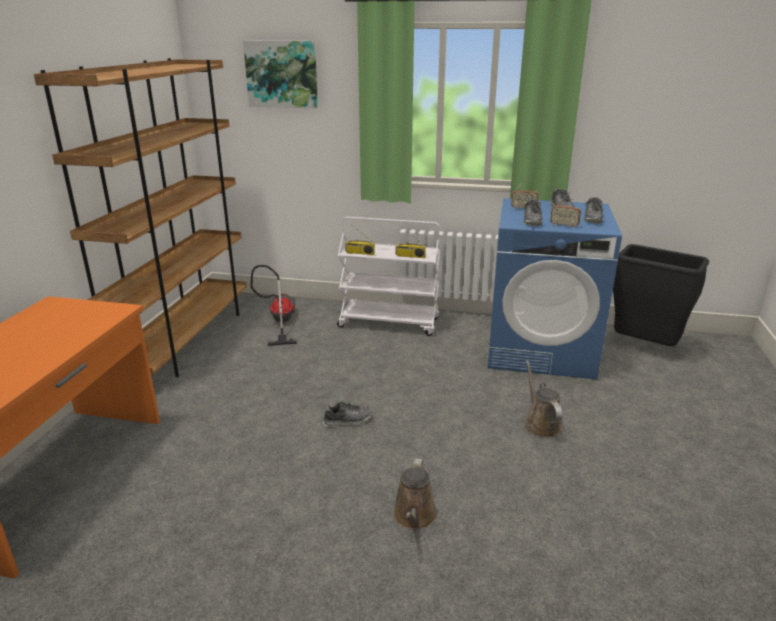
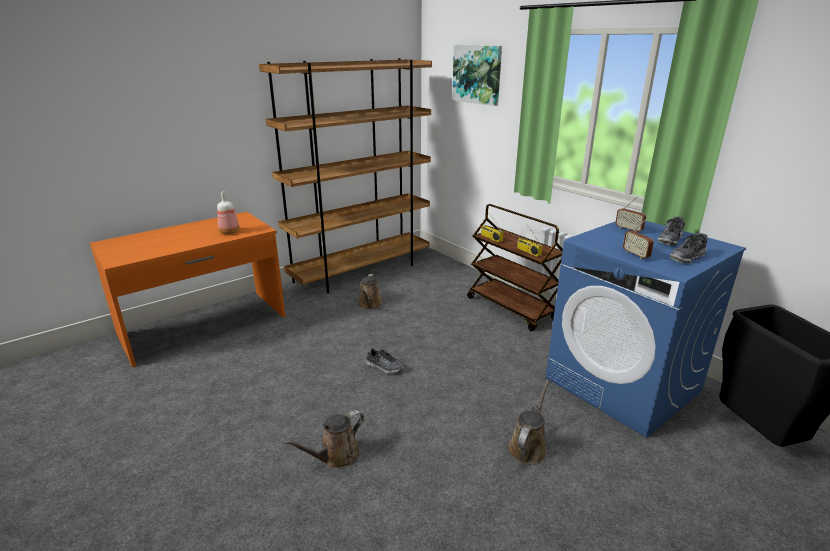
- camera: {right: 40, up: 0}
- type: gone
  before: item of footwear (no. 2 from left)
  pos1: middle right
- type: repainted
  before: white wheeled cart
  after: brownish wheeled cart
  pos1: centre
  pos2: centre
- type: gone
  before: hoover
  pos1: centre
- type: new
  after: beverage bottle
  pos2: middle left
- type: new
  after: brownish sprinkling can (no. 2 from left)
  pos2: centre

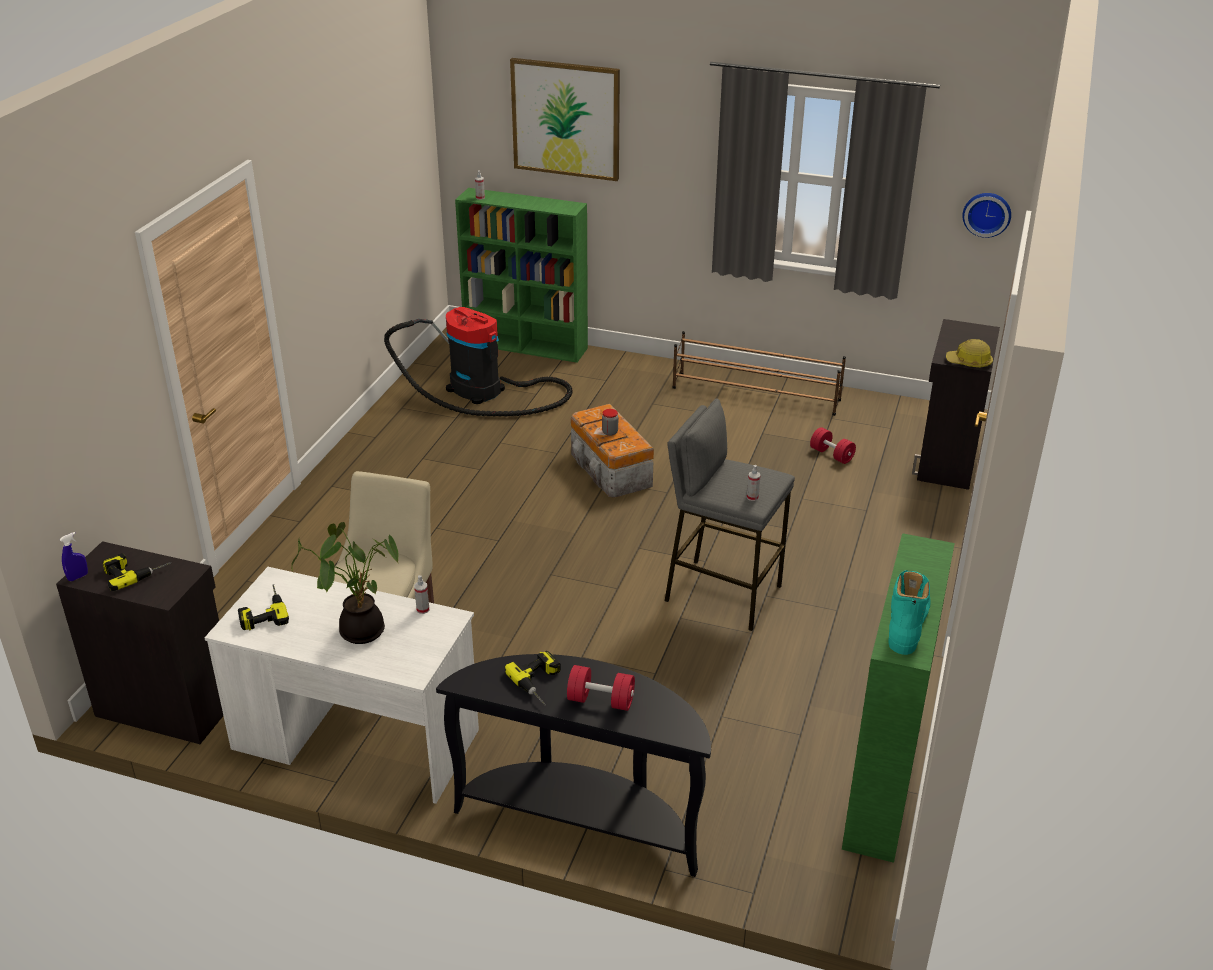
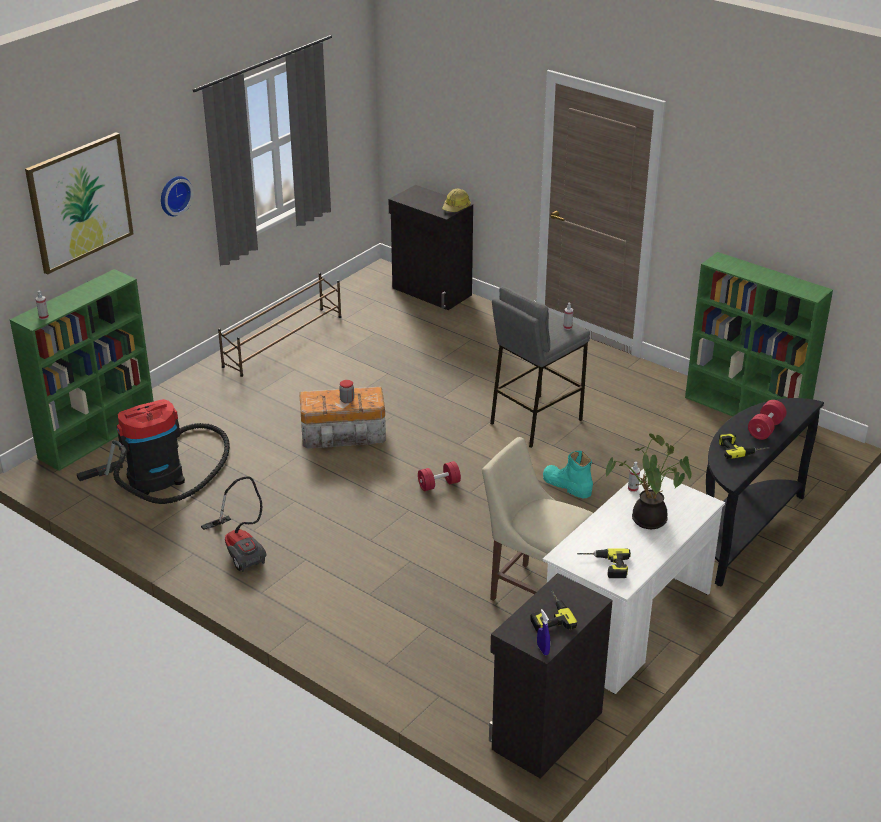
- camera: {right: -70, up: 0}
- type: shifted
  before: hanging clock
  pos1: top right
  pos2: top left
- type: shifted
  before: reddish dumbbell (no. 2 from left in the first image)
  after: reddish dumbbell (no. 1 from left)
  pos1: middle right
  pos2: centre
- type: shifted
  before: turquoise-coloured tall boot
  pos1: middle right
  pos2: centre
- type: new
  after: hoover (no. 2 from left)
  pos2: middle left

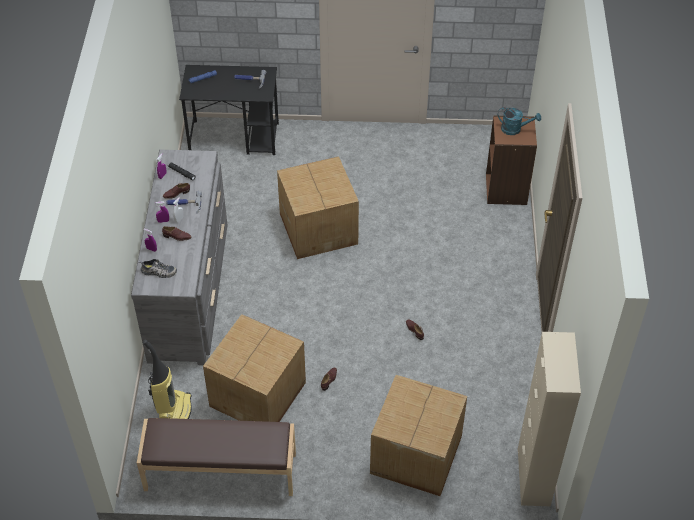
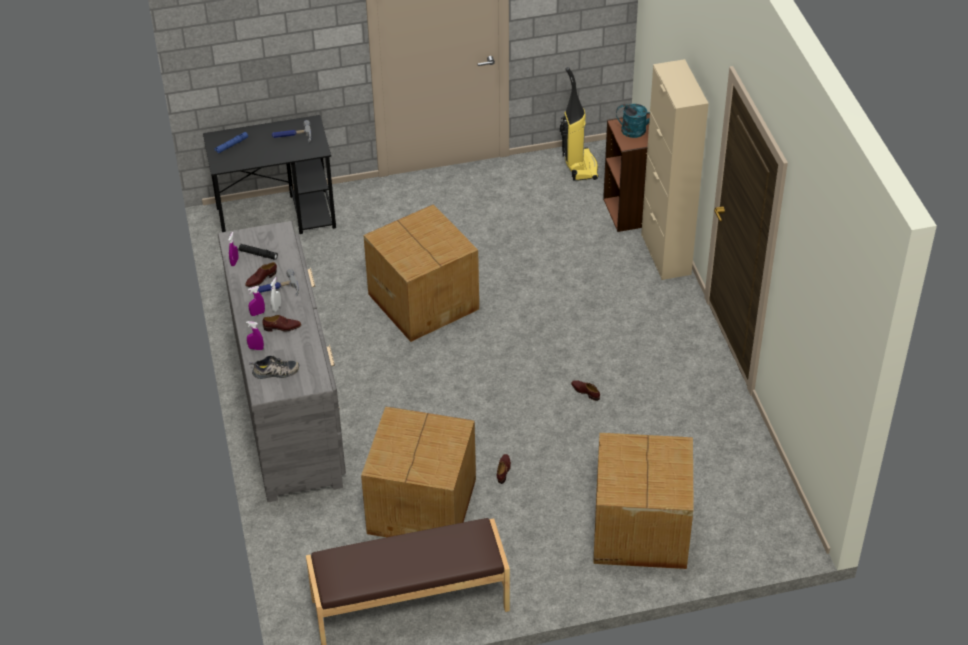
- camera: {right: -15, up: -5}
- type: shifted
  before: beige-coloured storage cabinet
  pos1: bottom right
  pos2: top right
- type: shifted
  before: hoover
  pos1: bottom left
  pos2: top centre

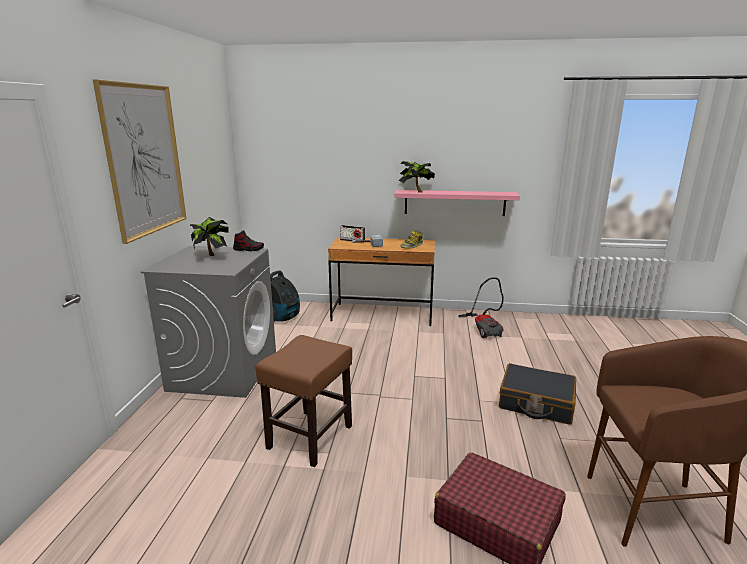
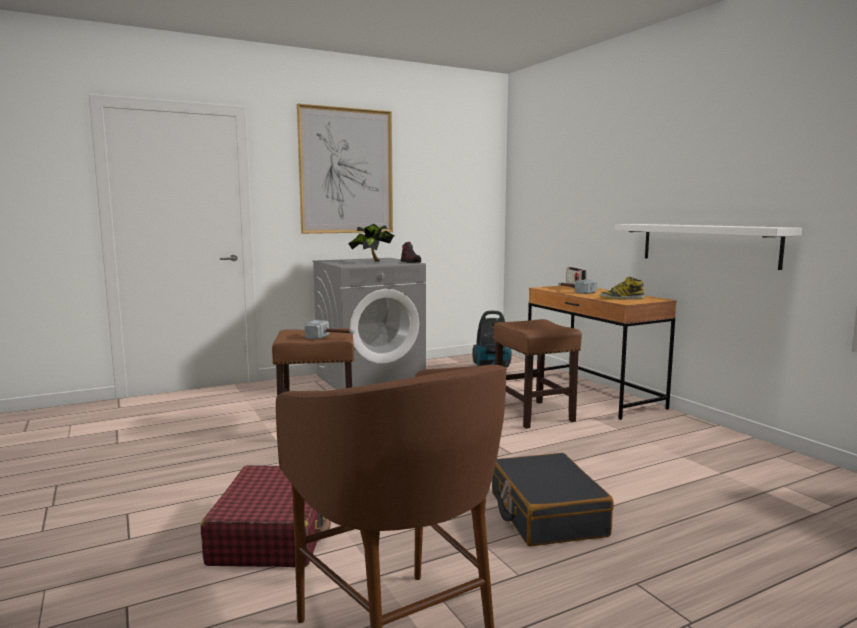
- camera: {right: 55, up: -10}
- type: gone
  before: potted plant (no. 2 from left)
  pos1: top centre
- type: repainted
  before: pink-coloured wall shelf
  after: white wall shelf
  pos1: centre
  pos2: middle right
- type: gone
  before: hoover (no. 2 from left)
  pos1: centre
- type: new
  after: brownish stool (no. 3 from left)
  pos2: centre
- type: new
  after: hammer (no. 1 from left)
  pos2: centre

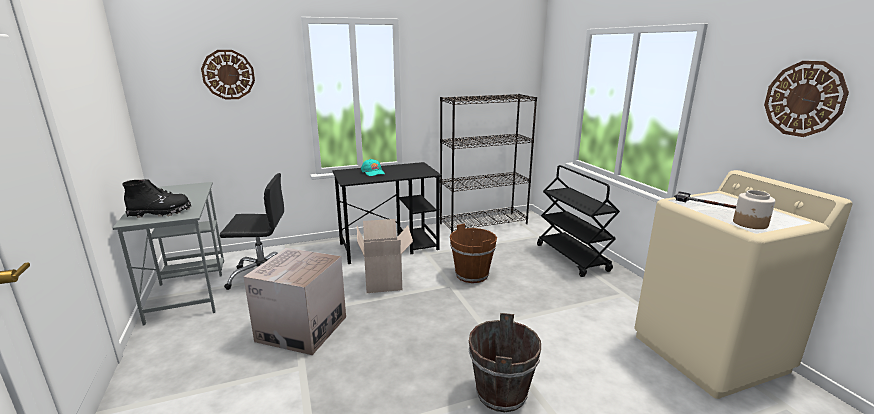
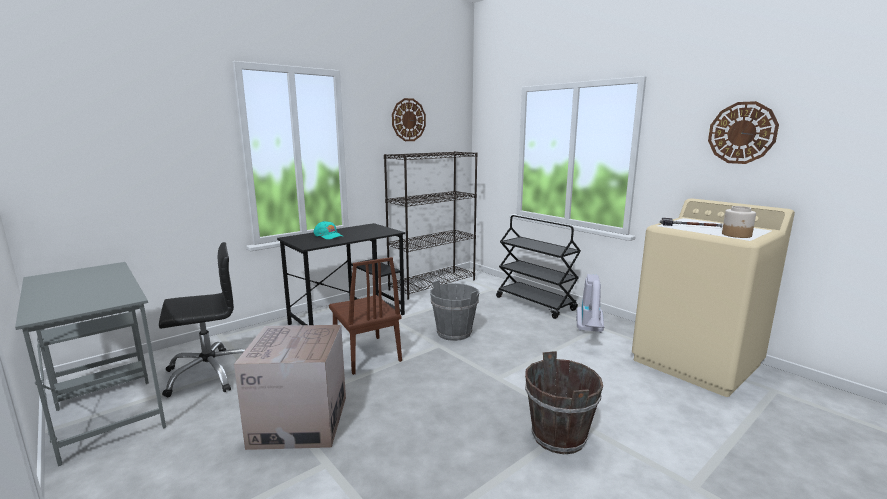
- camera: {right: -20, up: -5}
- type: shifted
  before: hanging clock (no. 1 from left)
  pos1: top left
  pos2: top centre
- type: gone
  before: blackish tall boot
  pos1: middle left
- type: swapped
  before: cardboard box (no. 2 from left)
  after: brownish upright chair
  pos1: centre
  pos2: centre
- type: repainted
  before: brownish water bucket (no. 1 from left)
  after: grey water bucket
  pos1: centre
  pos2: centre
- type: new
  after: hoover
  pos2: centre

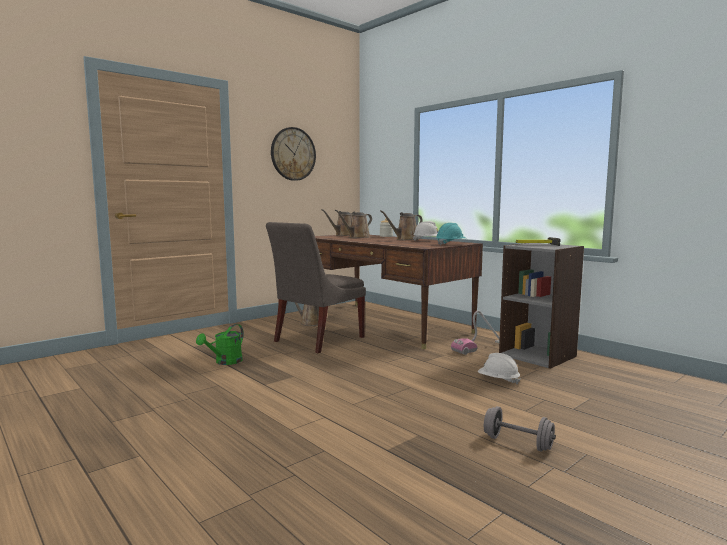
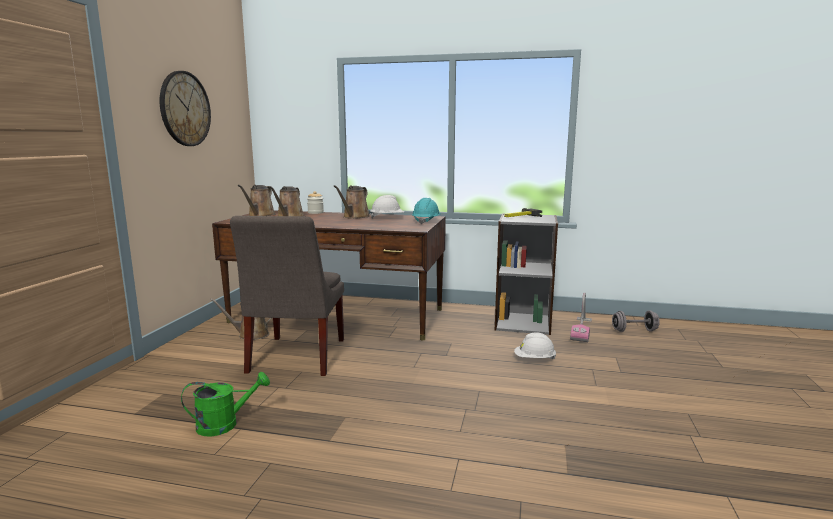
- camera: {right: -35, up: 5}
- type: shifted
  before: hoover
  pos1: centre
  pos2: middle right
- type: rotated
  before: green sprinkling can
  pos1: middle left
  pos2: bottom left
  turn: -105
- type: shifted
  before: grey dumbbell
  pos1: bottom right
  pos2: middle right

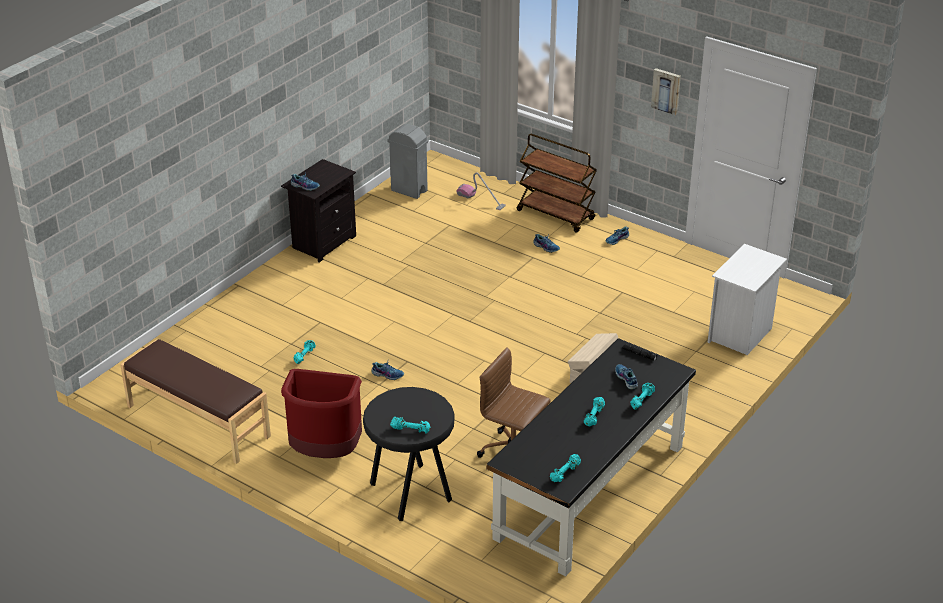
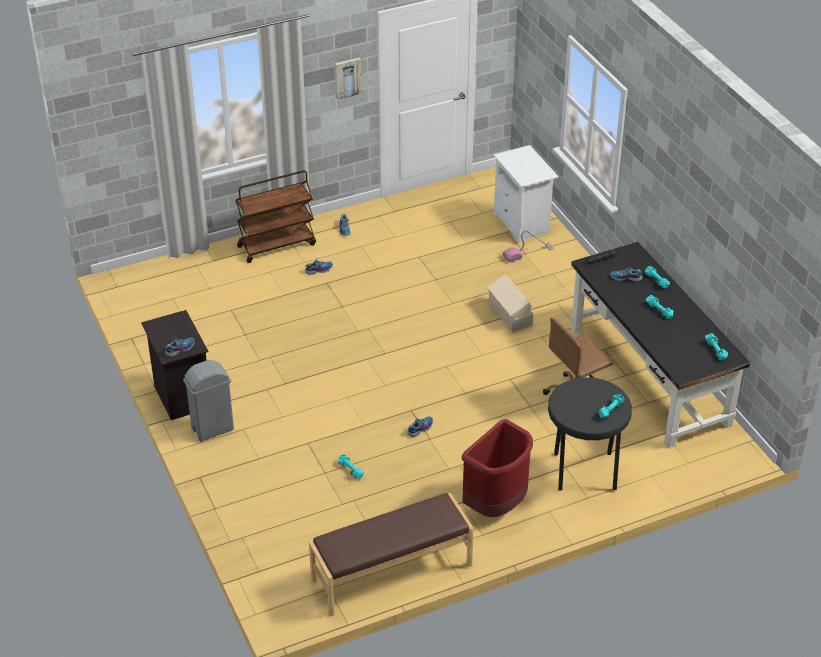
- camera: {right: -60, up: 5}
- type: shifted
  before: grey waste bin
  pos1: top centre
  pos2: middle left
- type: shifted
  before: hoover
  pos1: top centre
  pos2: centre

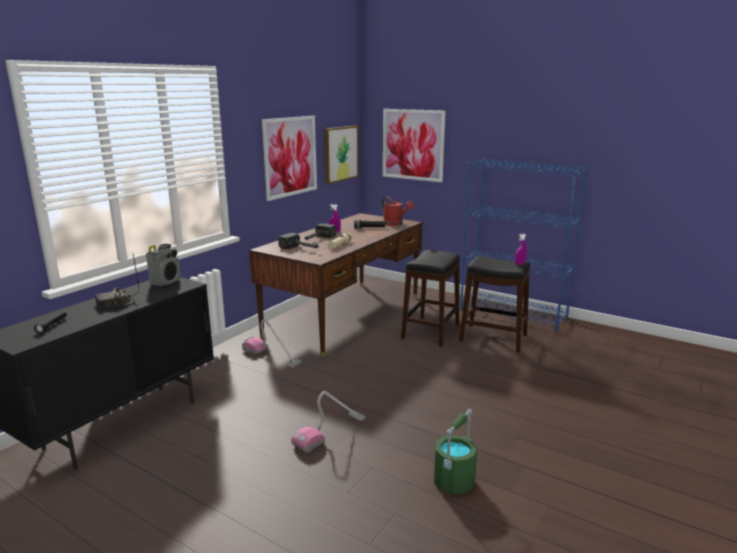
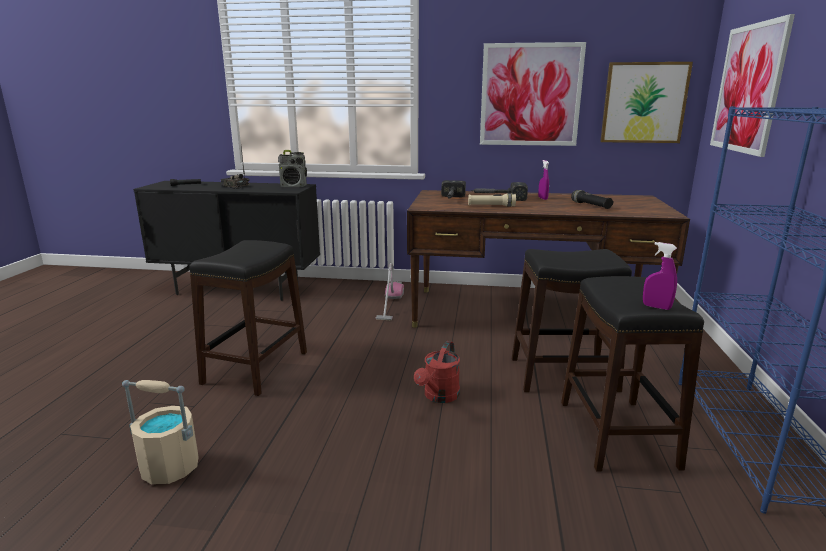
- camera: {right: 65, up: 0}
- type: shifted
  before: reddish sprinkling can
  pos1: centre
  pos2: bottom centre
- type: swapped
  before: hoover (no. 2 from left)
  after: blackish stool (no. 1 from left)
  pos1: bottom centre
  pos2: middle left
- type: repainted
  before: green water bucket
  after: beige-coloured water bucket
  pos1: bottom centre
  pos2: bottom left

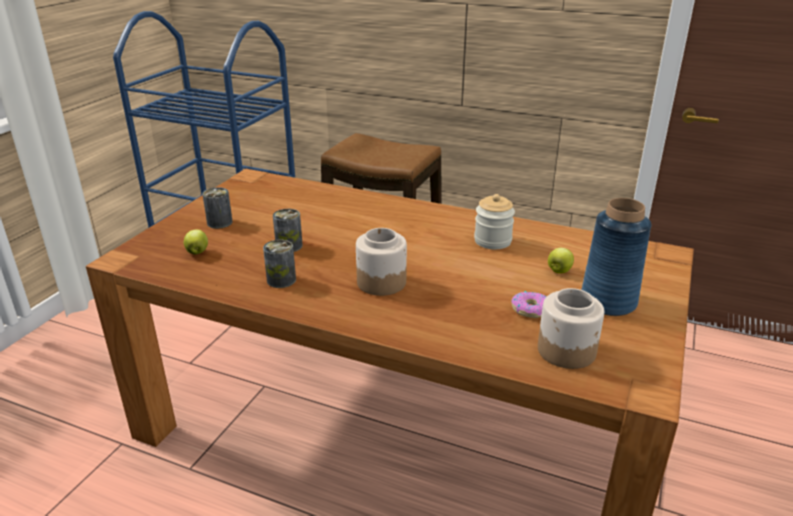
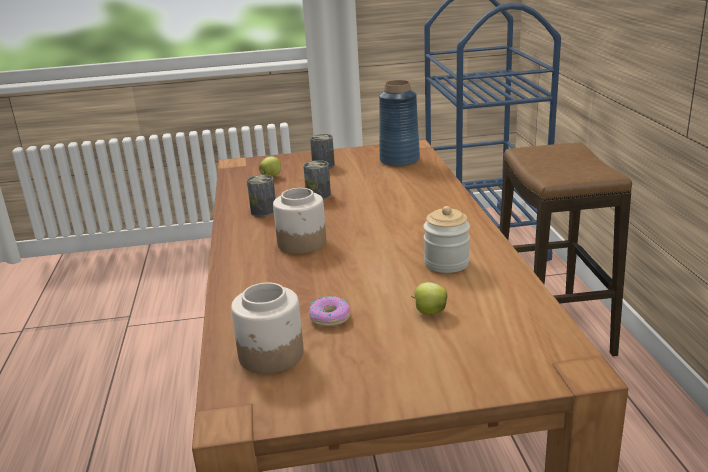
- camera: {right: 60, up: -5}
- type: shifted
  before: blue decorative vase
  pos1: middle right
  pos2: top centre

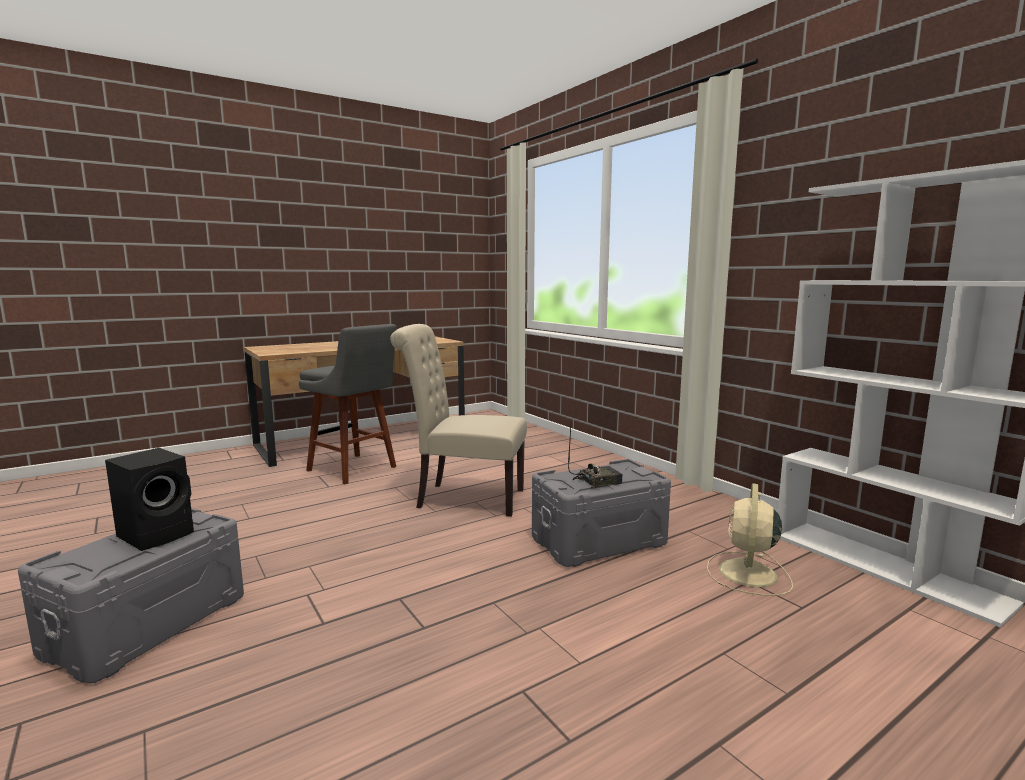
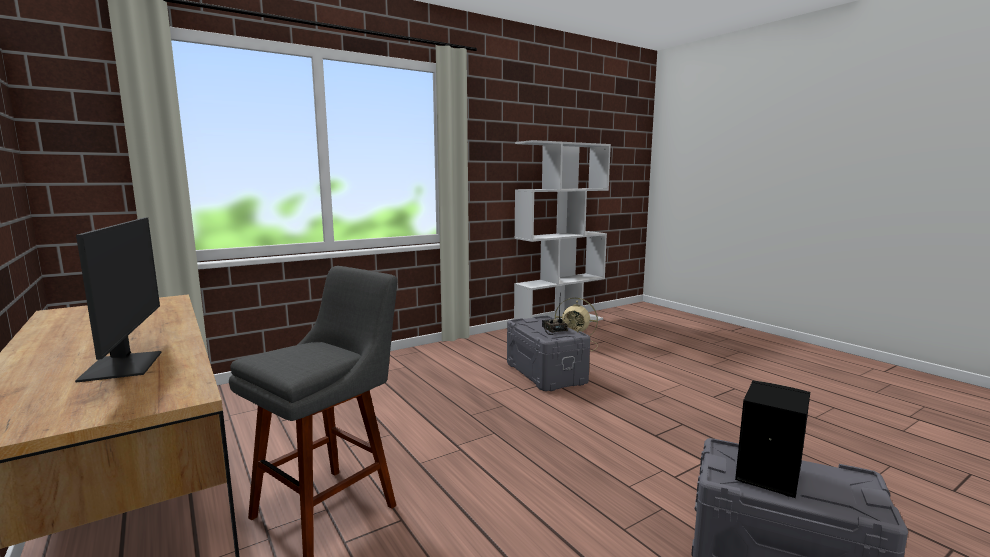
- camera: {right: -90, up: 0}
- type: gone
  before: beige-coloured upright chair
  pos1: centre
- type: new
  after: computer screen
  pos2: middle left

